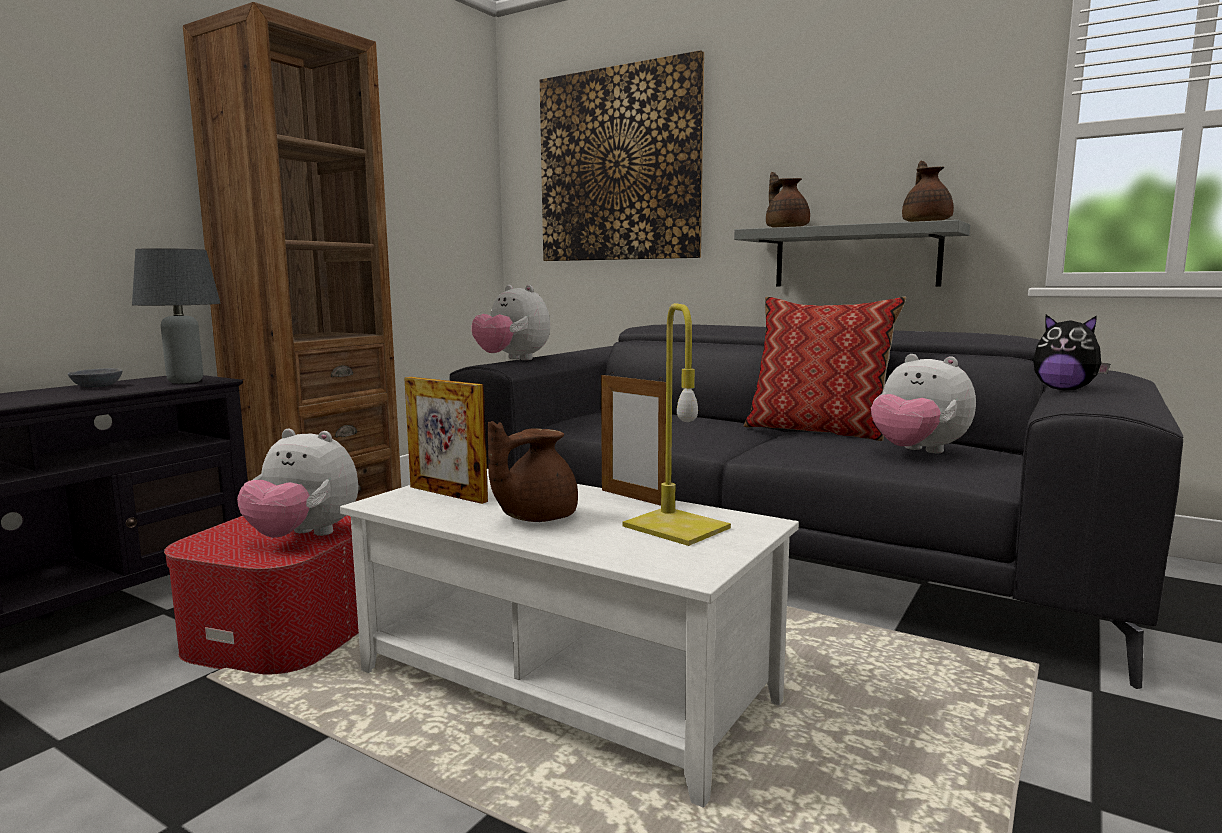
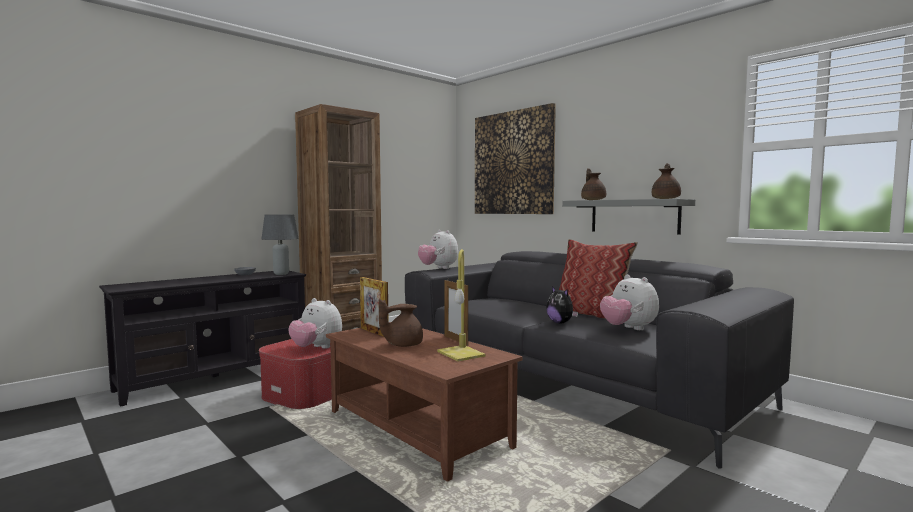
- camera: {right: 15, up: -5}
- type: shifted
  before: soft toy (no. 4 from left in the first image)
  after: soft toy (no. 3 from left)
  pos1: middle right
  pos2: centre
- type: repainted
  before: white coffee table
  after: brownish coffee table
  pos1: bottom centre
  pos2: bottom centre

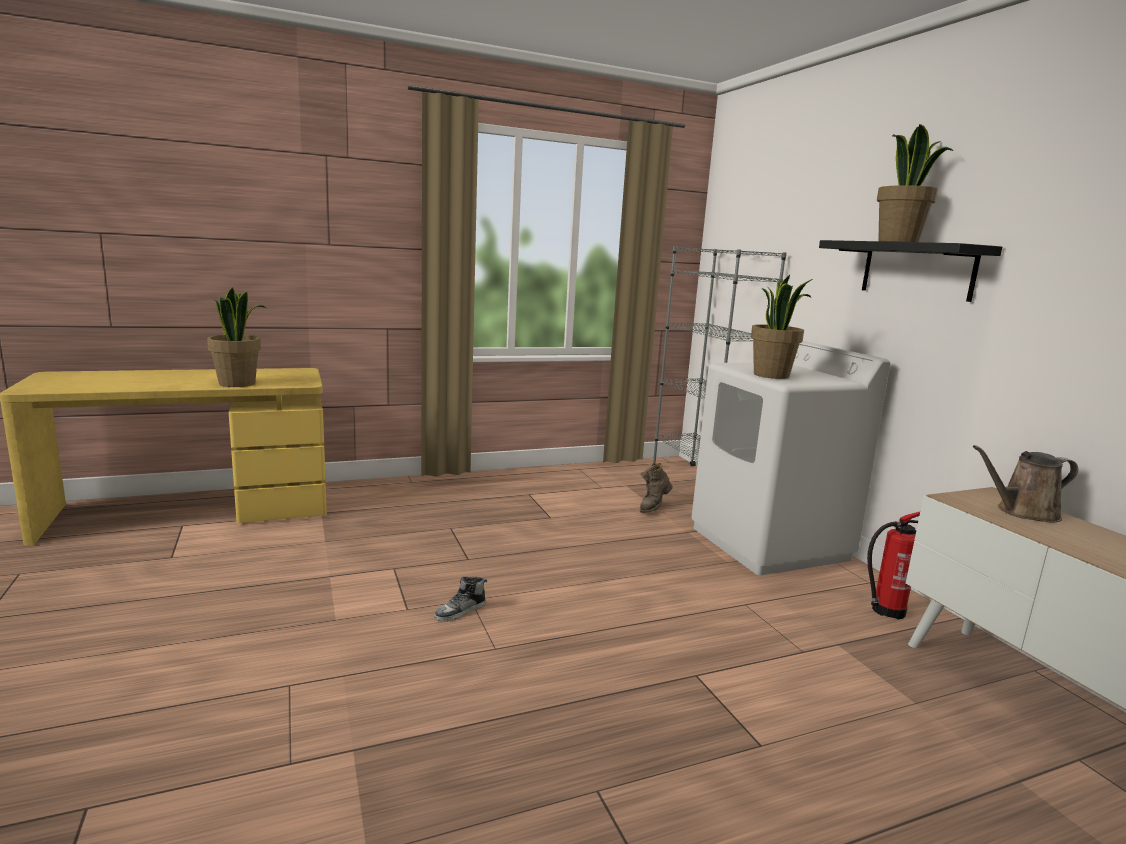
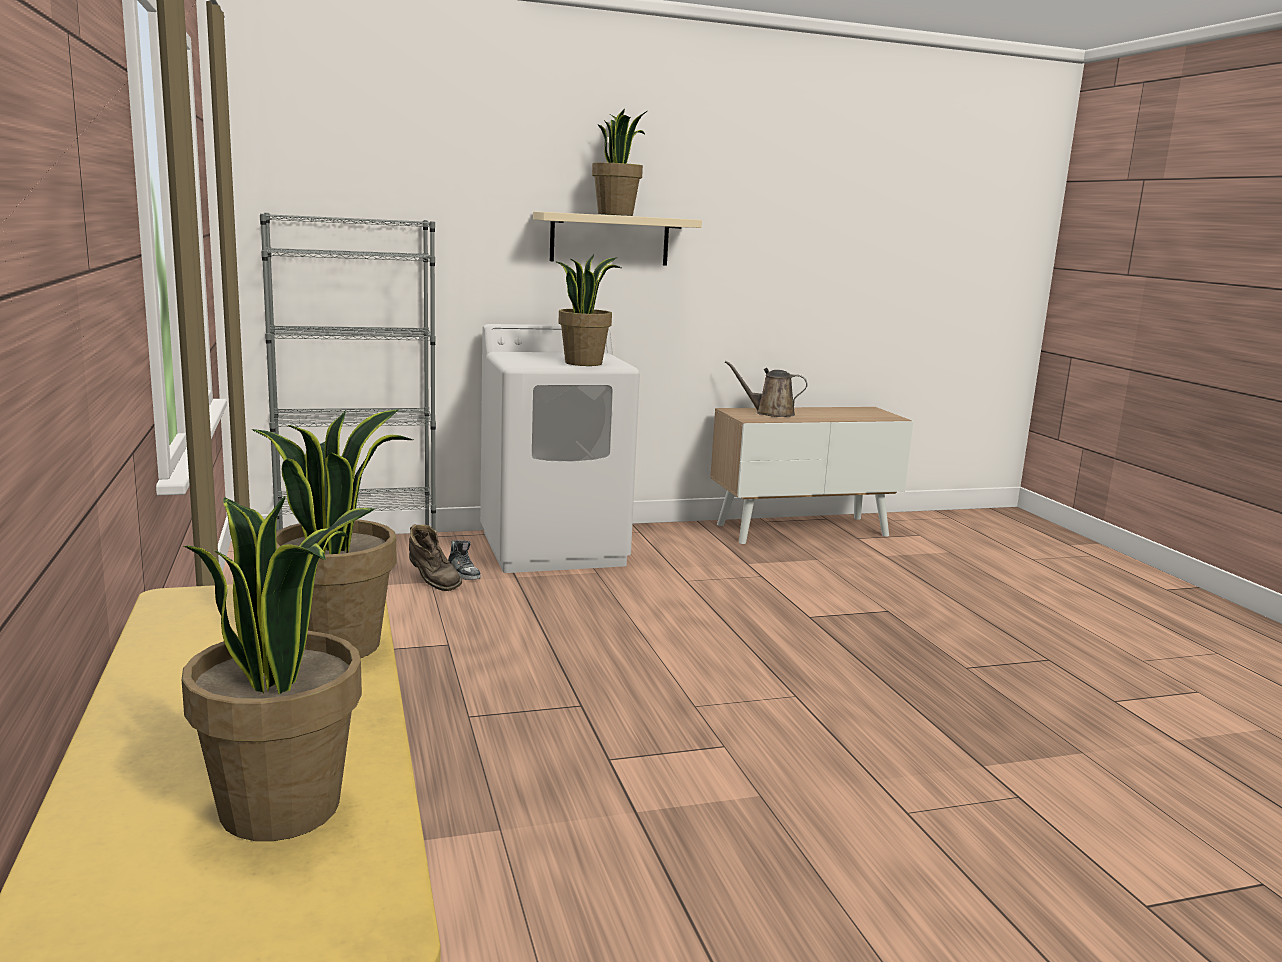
- camera: {right: -85, up: 0}
- type: repainted
  before: blackish wall shelf
  after: beige-coloured wall shelf
  pos1: top right
  pos2: top centre
- type: rotated
  before: brownish sprinkling can
  pos1: middle right
  pos2: centre
  turn: 105
- type: gone
  before: fire-fighting cylinder
  pos1: bottom right
- type: shifted
  before: item of footwear
  pos1: bottom centre
  pos2: centre
- type: new
  after: potted plant (no. 1 from left)
  pos2: bottom left

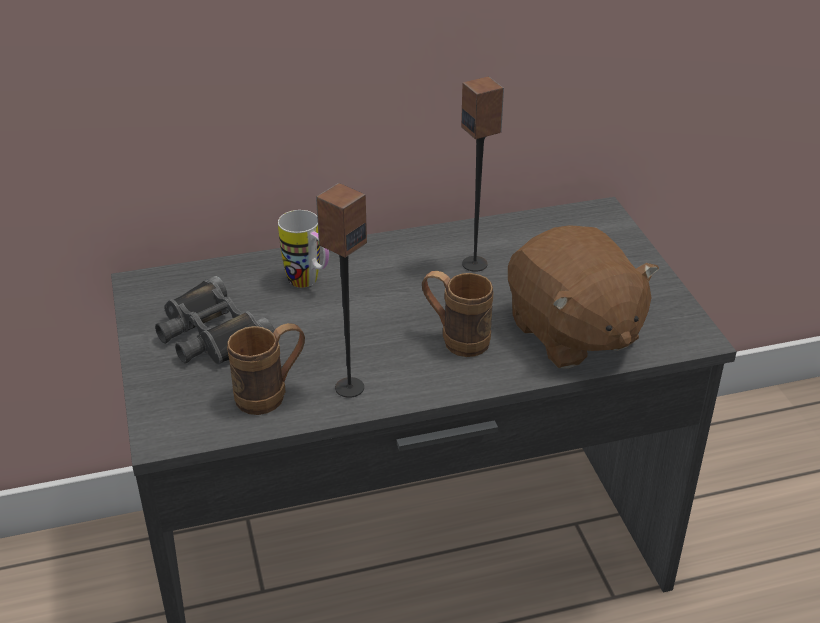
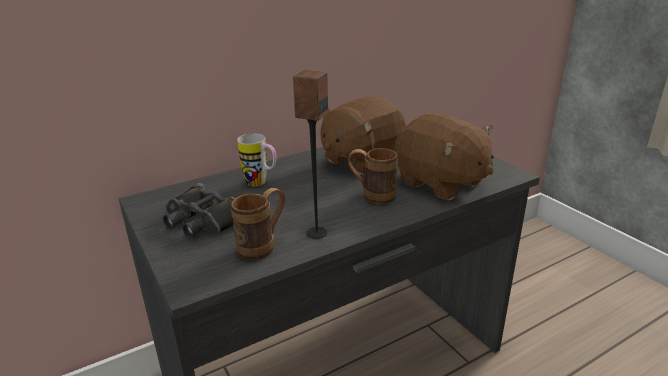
- camera: {right: -15, up: -10}
- type: swapped
  before: audio speaker (no. 2 from left)
  after: brownish soft toy (no. 1 from left)
  pos1: top centre
  pos2: centre

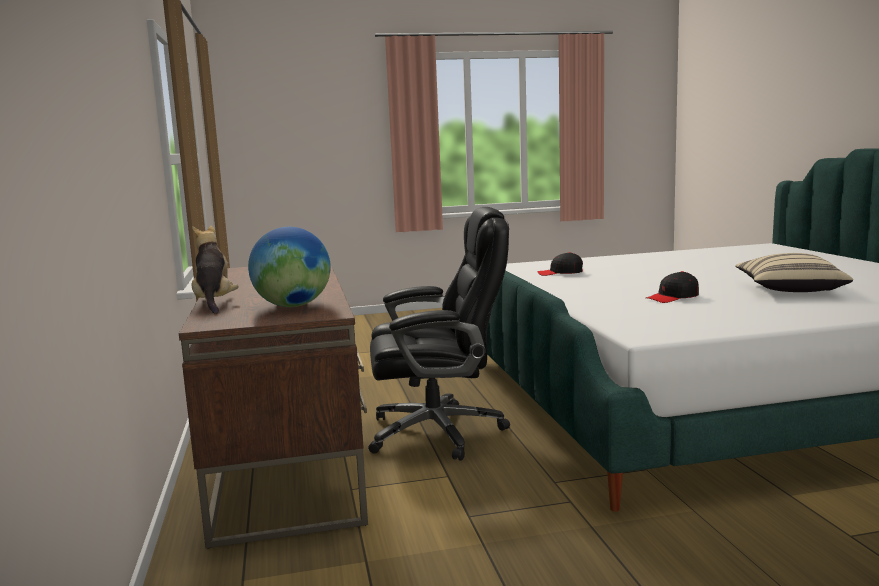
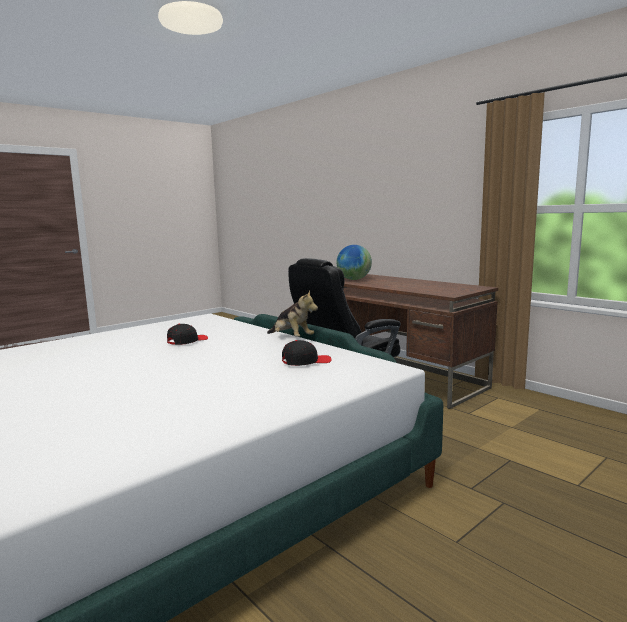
- camera: {right: 150, up: 0}
- type: shifted
  before: soft toy
  pos1: middle left
  pos2: centre
- type: gone
  before: beige-coloured throw pillow
  pos1: middle right

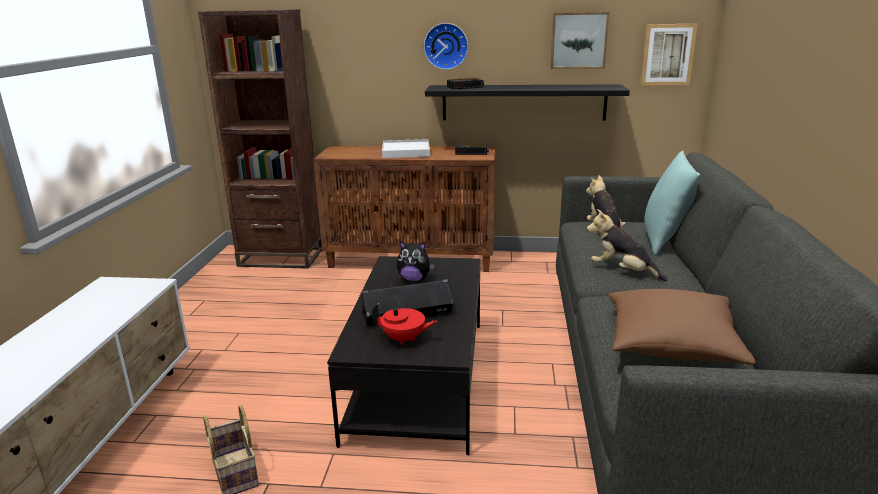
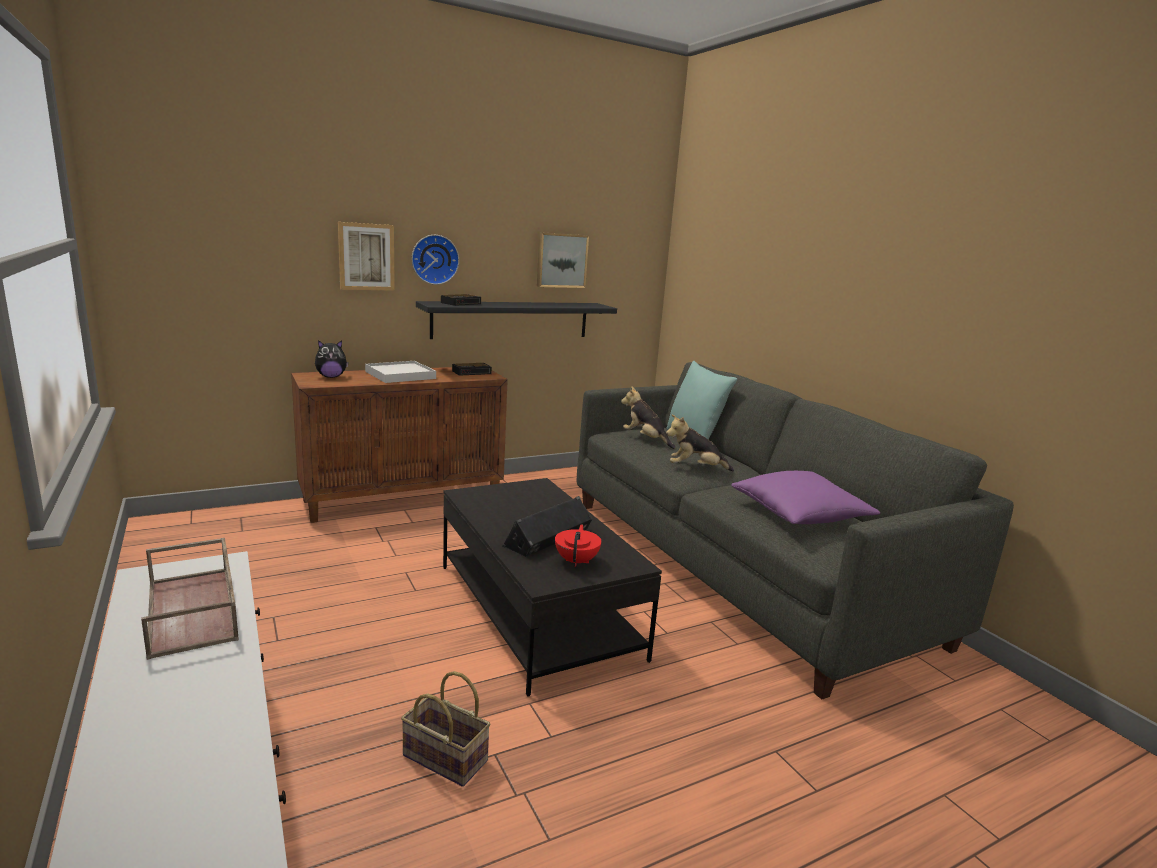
- camera: {right: -35, up: -5}
- type: gone
  before: brownish bookshelf
  pos1: top left
- type: shifted
  before: wall art (no. 2 from left in the first image)
  after: wall art (no. 1 from left)
  pos1: top right
  pos2: top left
- type: shifted
  before: soft toy (no. 1 from left)
  pos1: centre
  pos2: middle left
- type: repainted
  before: brownish throw pillow
  after: purple-coloured throw pillow
  pos1: middle right
  pos2: middle right
- type: rotated
  before: reddish tea pot
  pos1: centre
  pos2: centre
  turn: -60
- type: new
  after: brownish carrying tray
  pos2: bottom left

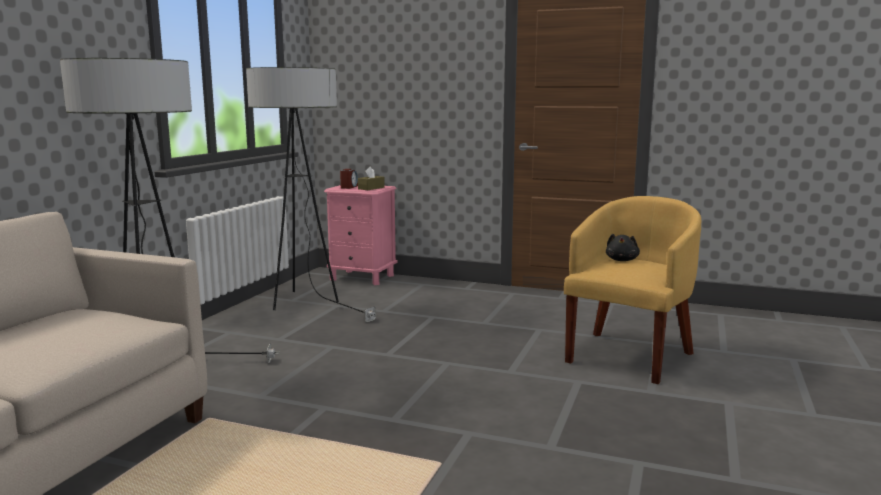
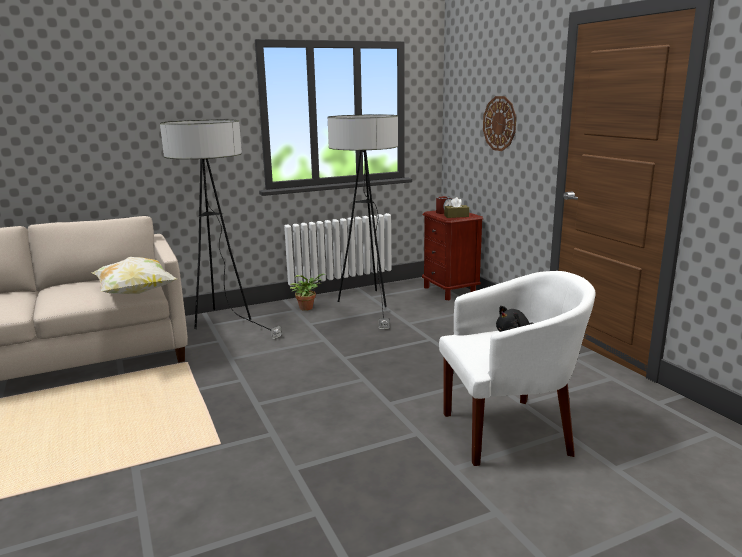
- camera: {right: 45, up: 5}
- type: repainted
  before: pink-coloured night table
  after: brownish night table
  pos1: centre
  pos2: centre
- type: repainted
  before: yellow-coloured easy chair
  after: white easy chair
  pos1: middle right
  pos2: middle right
- type: new
  after: hanging clock
  pos2: top right
- type: new
  after: throw pillow
  pos2: middle left
- type: new
  after: potted plant
  pos2: centre

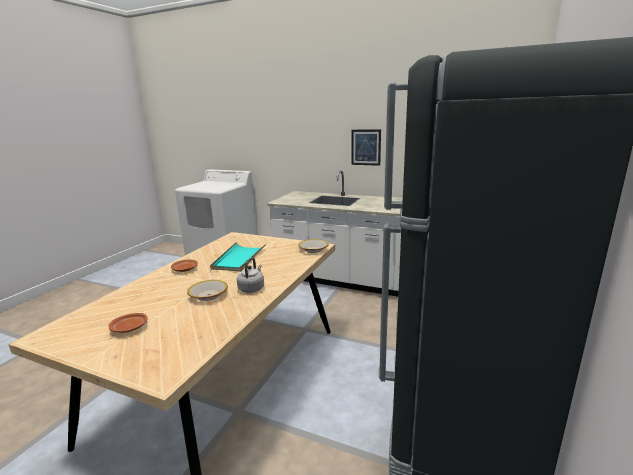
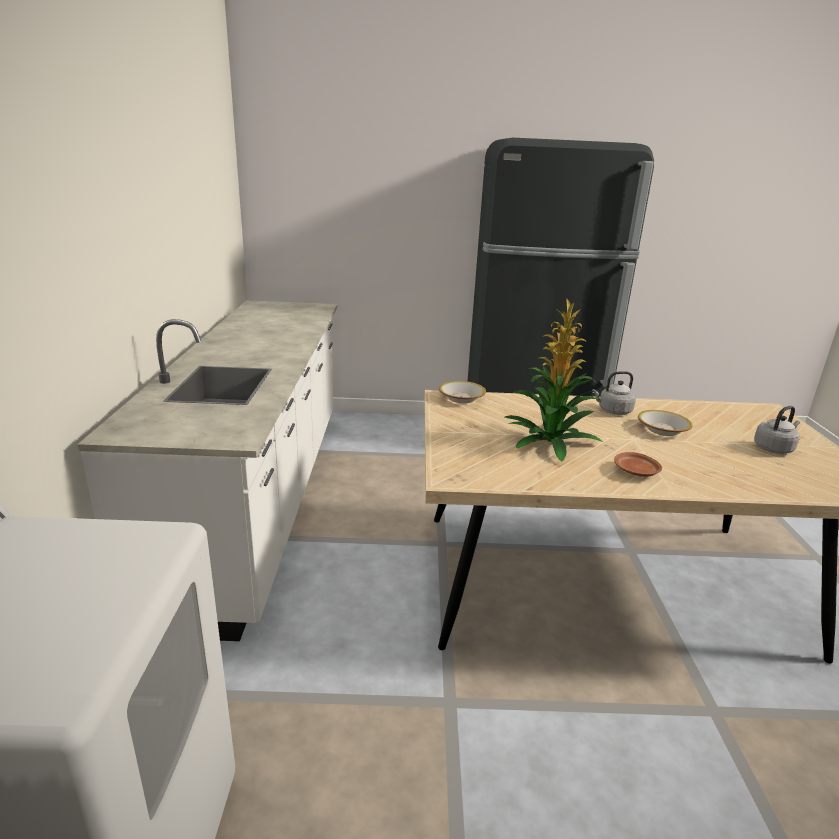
- camera: {right: -115, up: 5}
- type: gone
  before: wall art
  pos1: top centre
- type: swapped
  before: turquoise-coloured carrying tray
  after: potted plant
  pos1: centre
  pos2: centre
- type: swapped
  before: brownish flat dish (no. 1 from left)
  after: grey water kettle (no. 2 from left)
  pos1: bottom left
  pos2: middle right

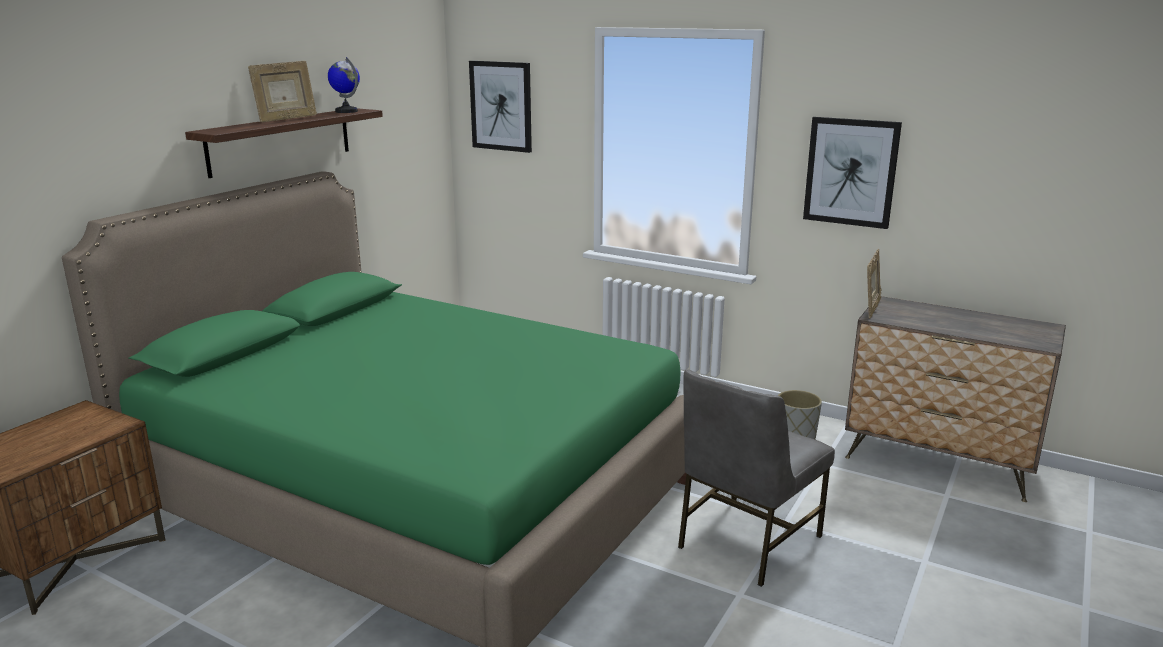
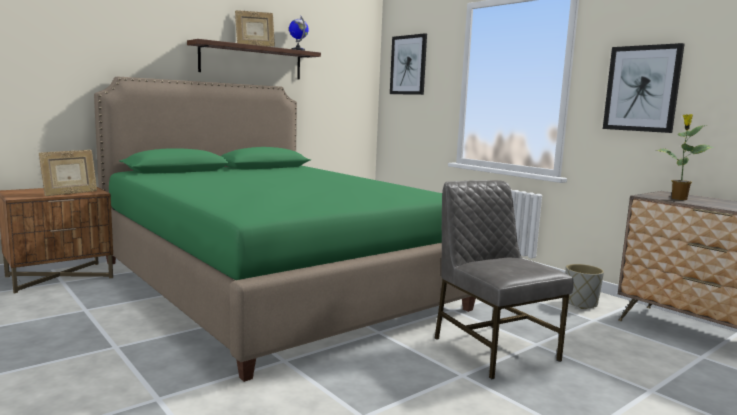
- camera: {right: 20, up: -10}
- type: shifted
  before: picture frame (no. 2 from left in the first image)
  after: picture frame (no. 1 from left)
  pos1: middle right
  pos2: middle left
- type: rotated
  before: grey upright chair
  pos1: bottom centre
  pos2: bottom right
  turn: 90
- type: new
  after: potted plant
  pos2: middle right

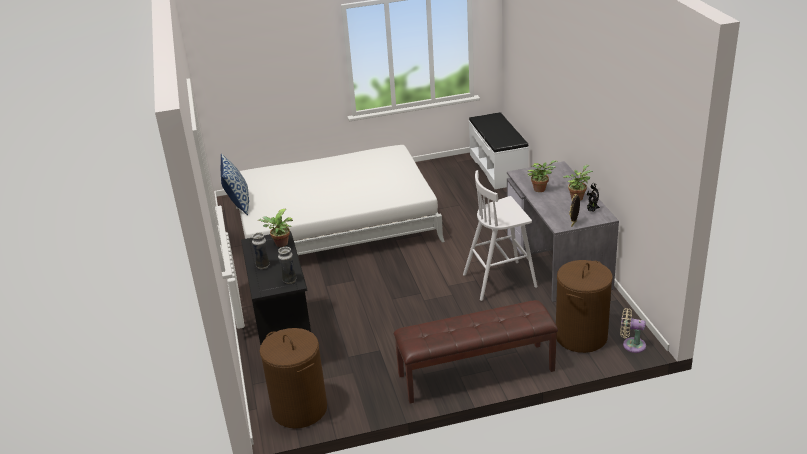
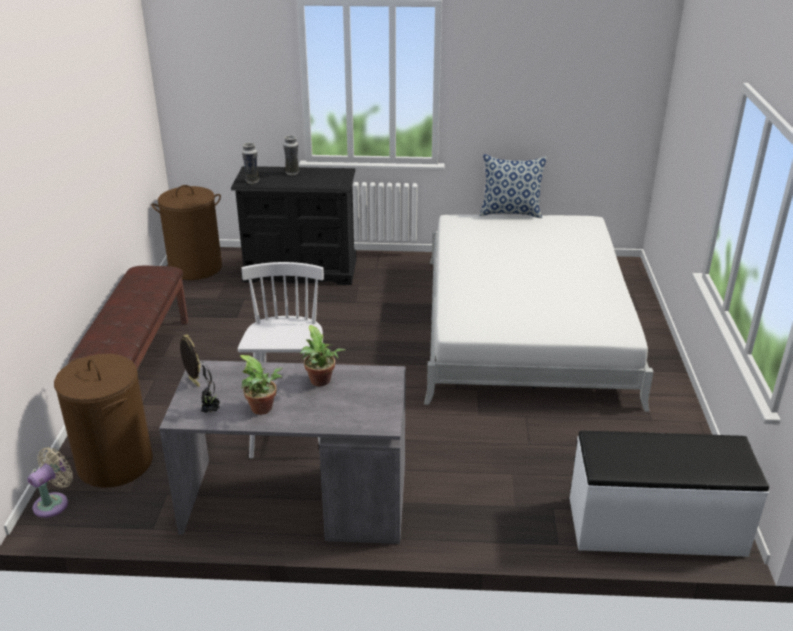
- camera: {right: 105, up: 0}
- type: gone
  before: potted plant (no. 1 from left)
  pos1: centre

